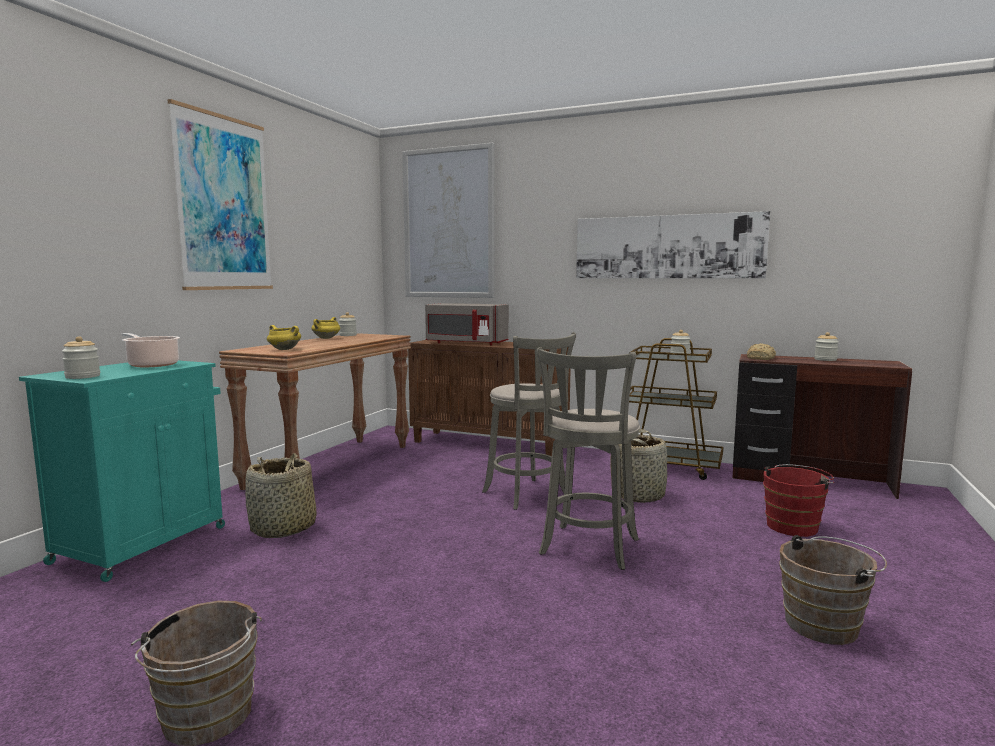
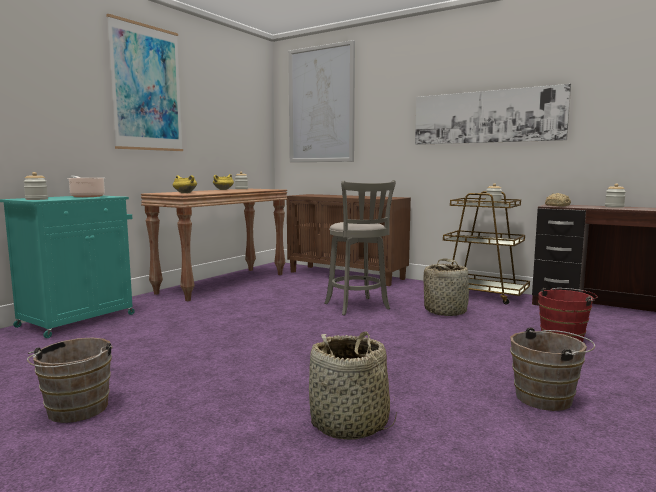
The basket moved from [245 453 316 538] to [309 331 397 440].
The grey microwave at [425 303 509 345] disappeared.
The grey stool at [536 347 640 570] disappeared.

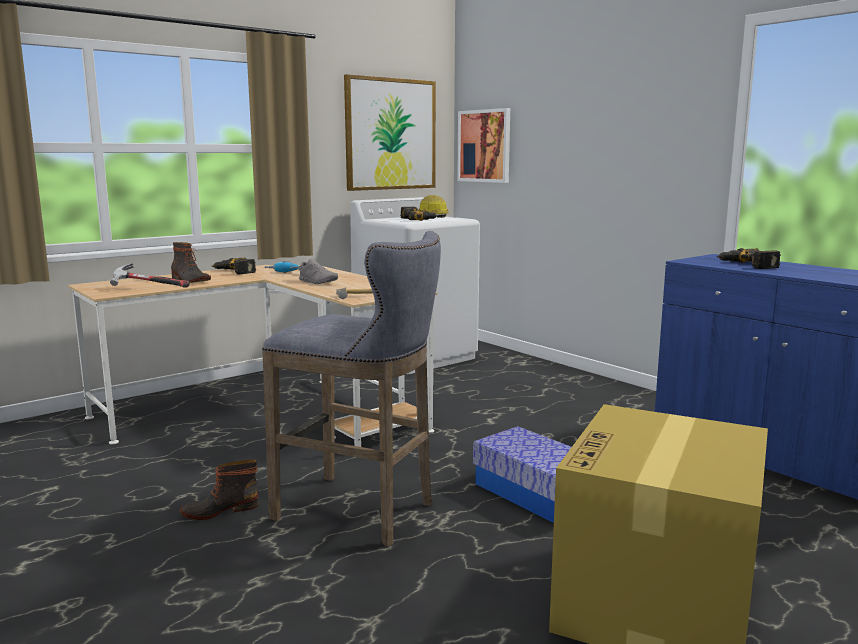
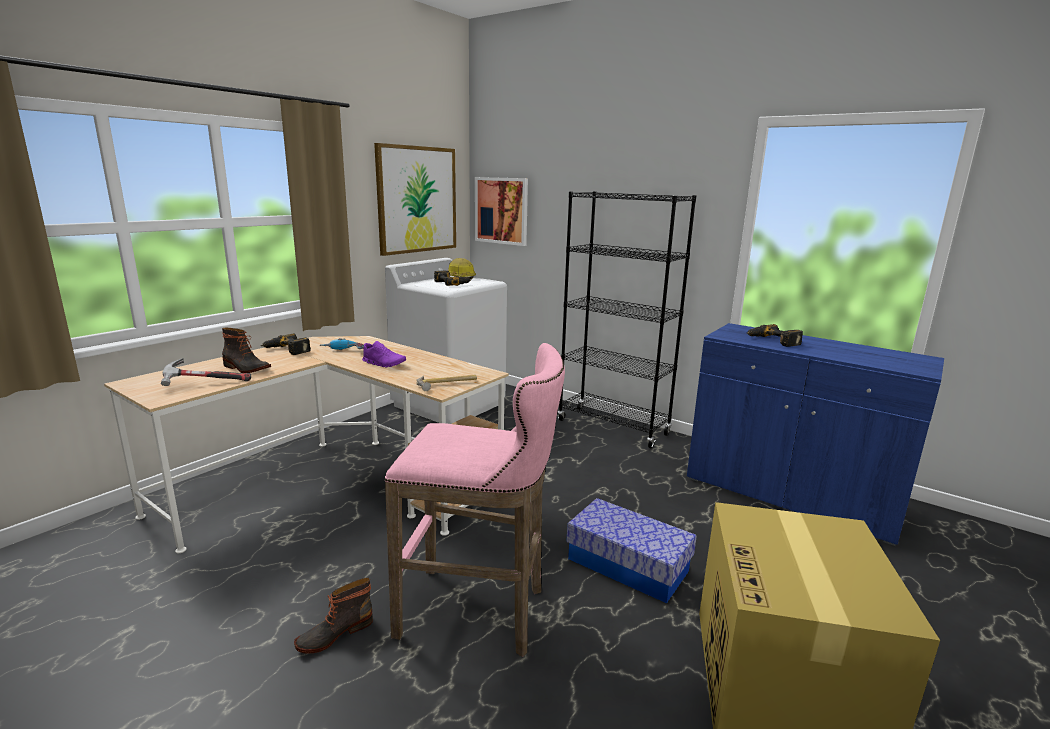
The grey shoe at [299 259 338 284] became the purple shoe at [362 341 406 368].
The grey stool at [262 231 441 547] became the pink stool at [385 343 565 657].
The black bookcase at [558 191 696 448] appeared.

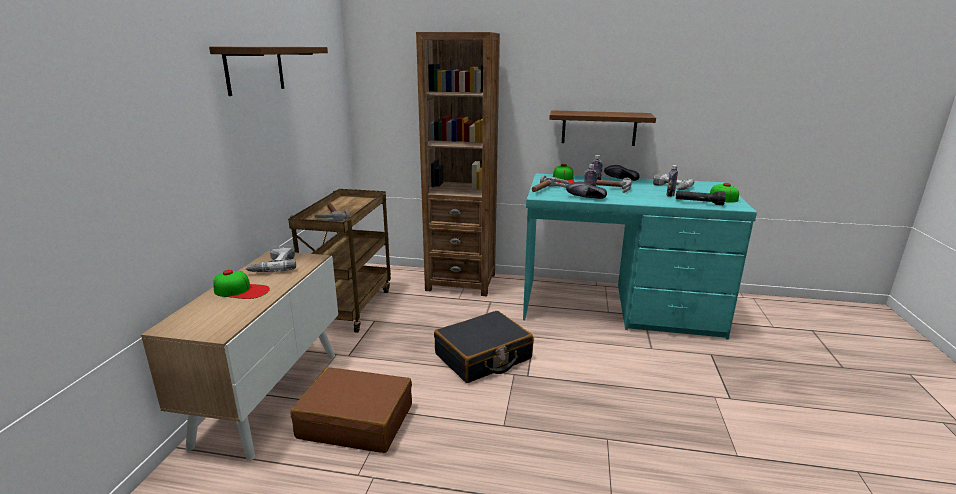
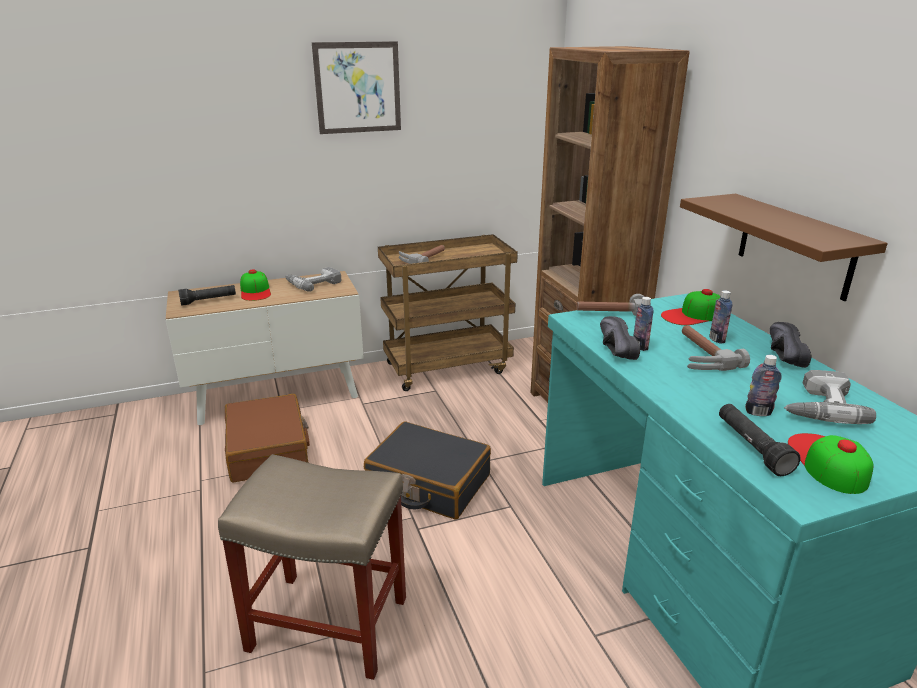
The black flashlight at [178 285 236 306] appeared.
The beige stool at [218 454 406 680] appeared.
The brown shelf at [209 47 328 96] was replaced by the picture at [312 41 401 134].

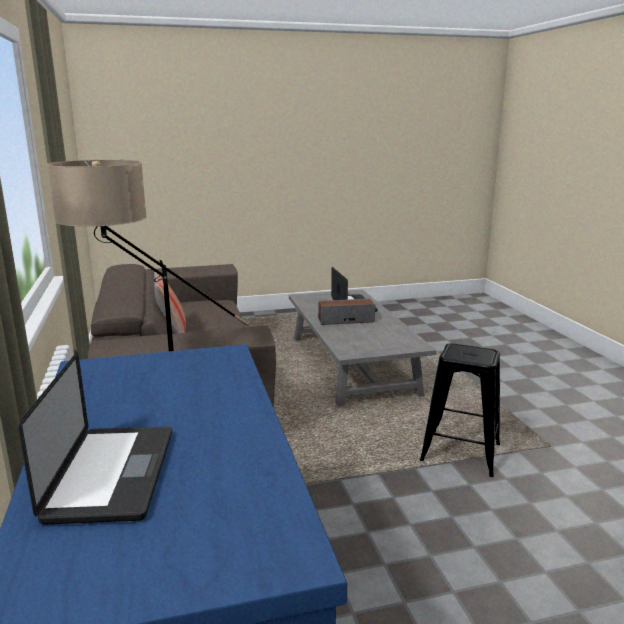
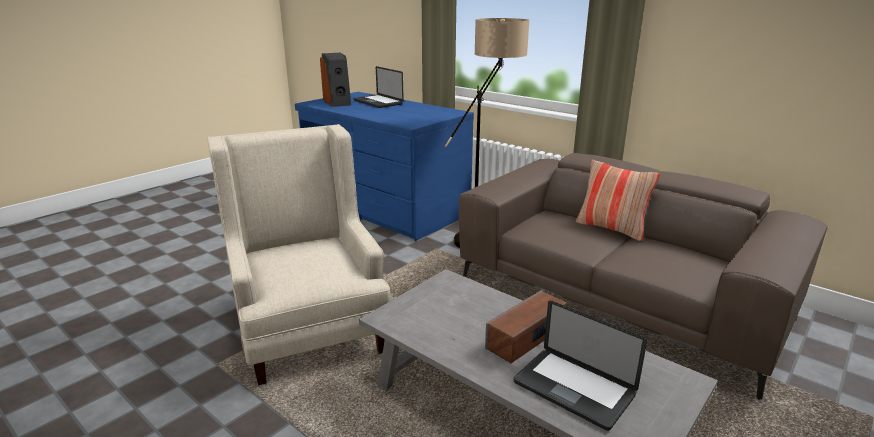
The black stool at [420 343 500 477] was replaced by the beige armchair at [207 124 391 385].
The speaker at [320 53 351 107] appeared.

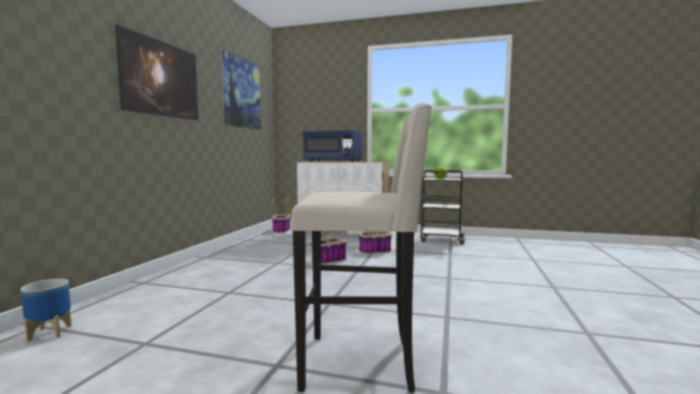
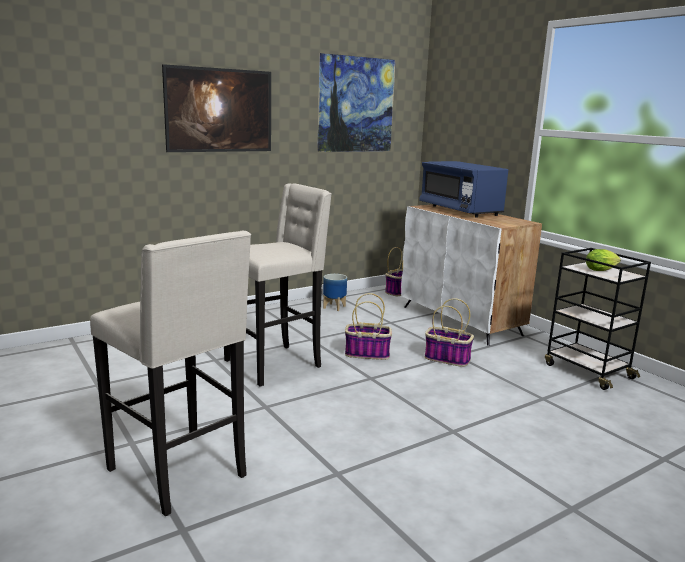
The beige stool at [224 183 332 387] appeared.
The planter moved from [21 279 71 341] to [323 274 347 311].

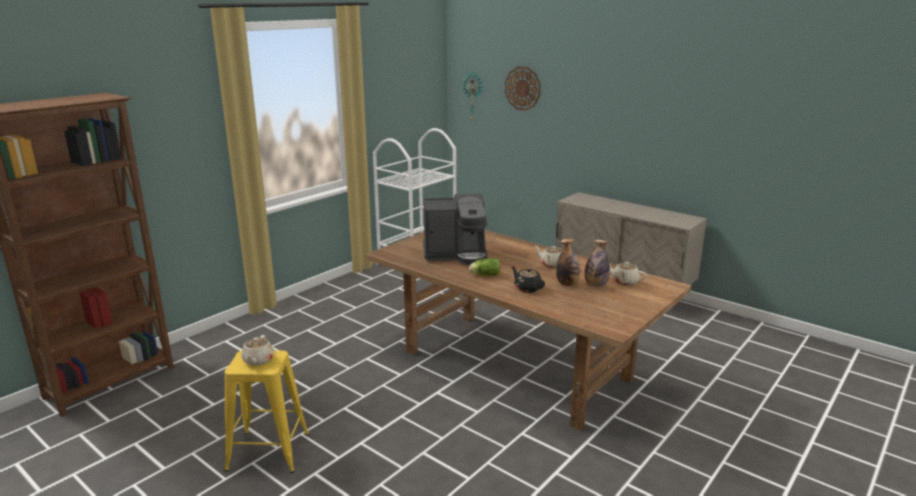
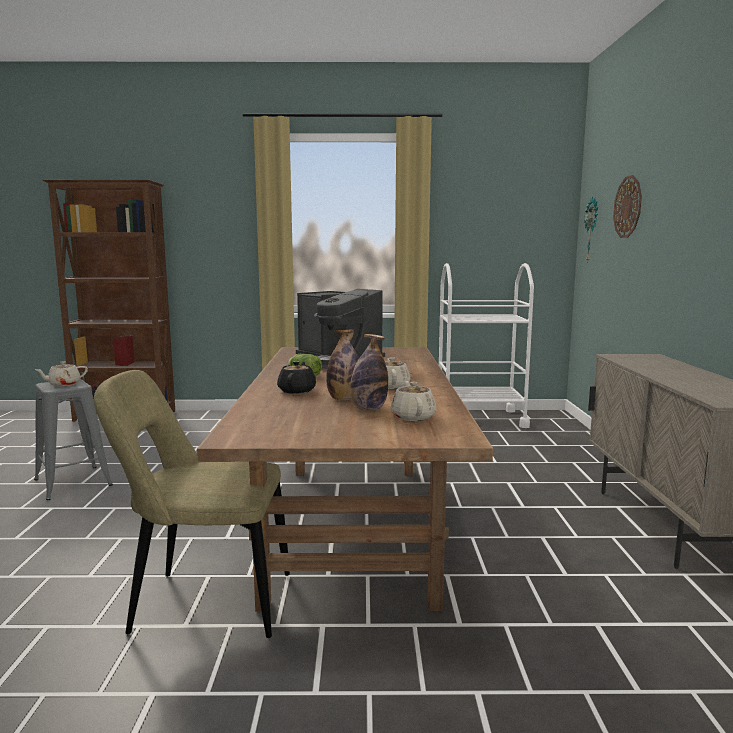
The yellow stool at [224 350 309 473] became the grey stool at [34 379 113 500].
The beige chair at [94 370 290 638] appeared.

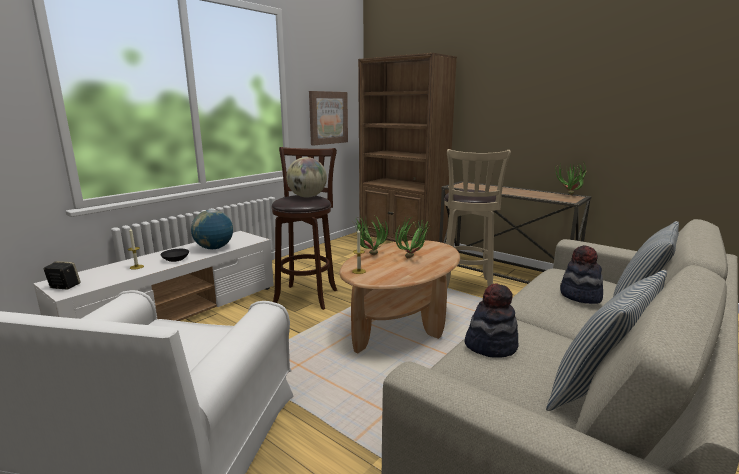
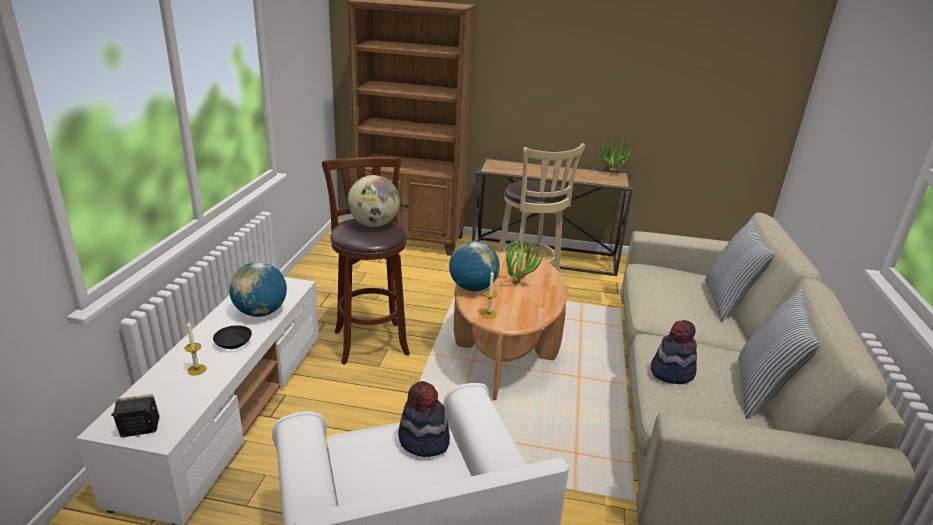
The hat moved from [560 245 603 304] to [398 381 450 457].
The potted plant at [354 216 388 255] was replaced by the globe at [449 241 500 291].
The picture at [309 91 348 146] disappeared.

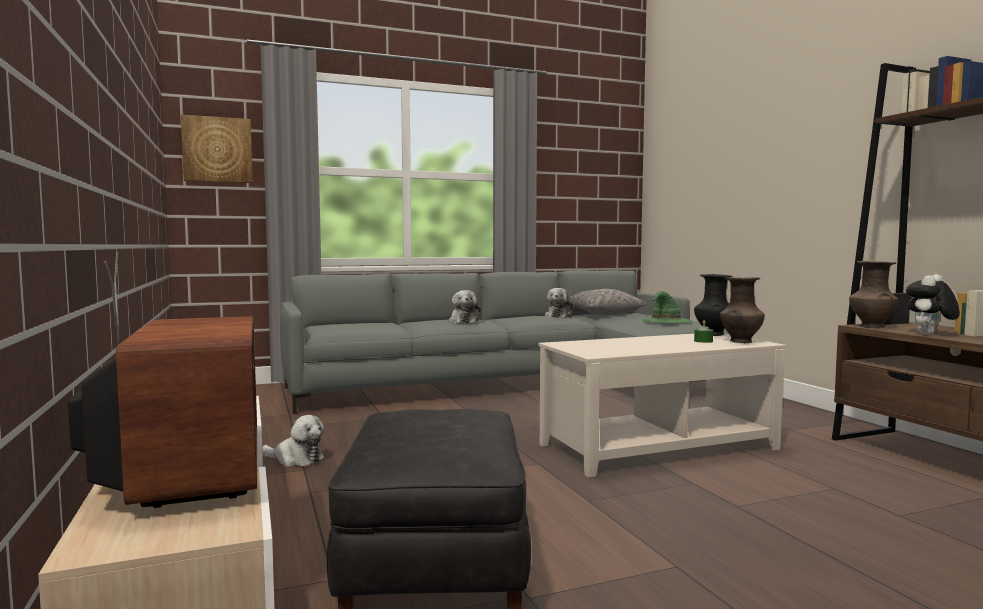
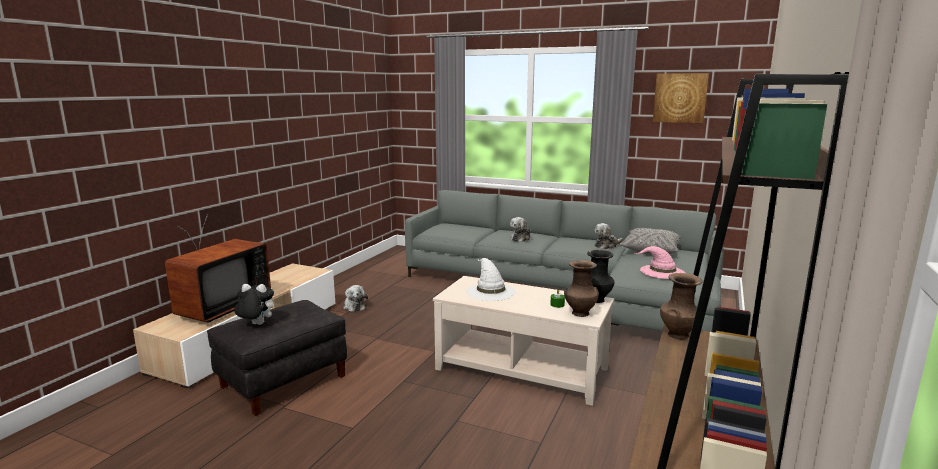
The plush toy moved from [906 274 960 334] to [234 284 274 325].
The white hat at [467 258 516 301] appeared.
The green hat at [641 291 691 323] became the pink hat at [635 246 685 279].
The picture moved from [181 115 253 183] to [653 73 709 123].

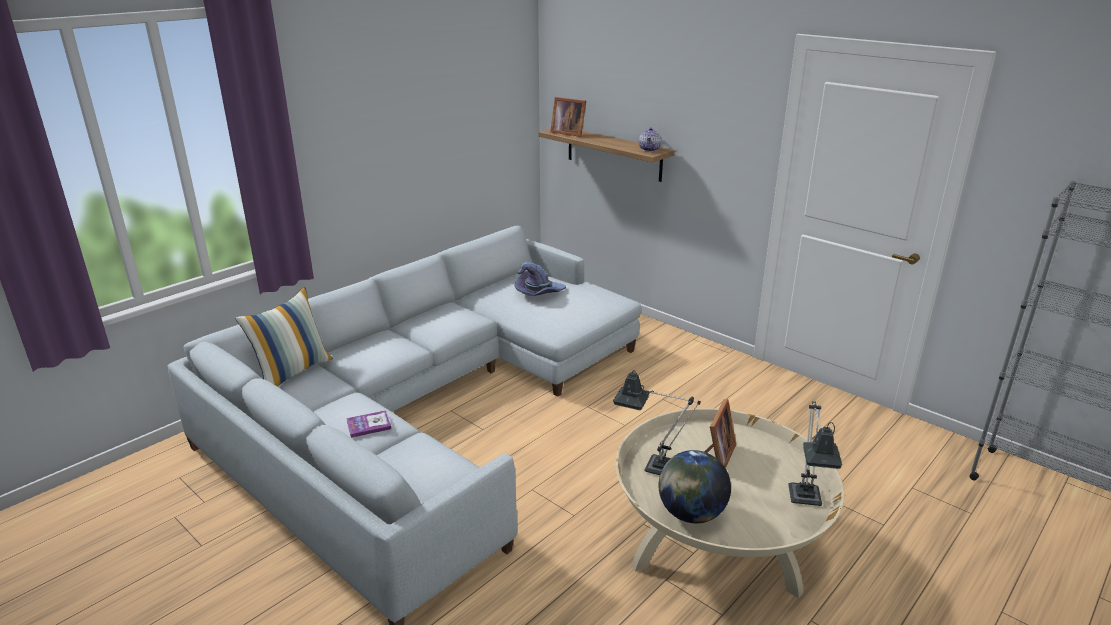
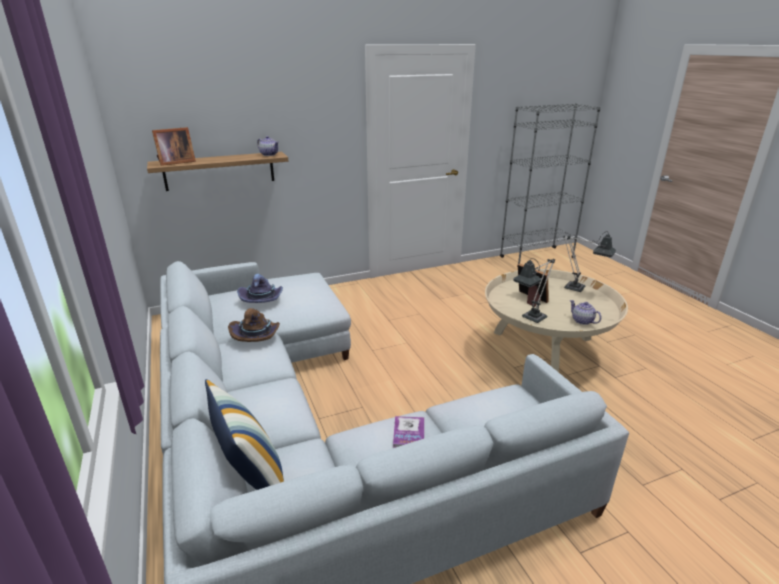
The brown hat at [228 308 280 342] appeared.
The globe at [659 450 731 523] was replaced by the teapot at [570 300 602 325].

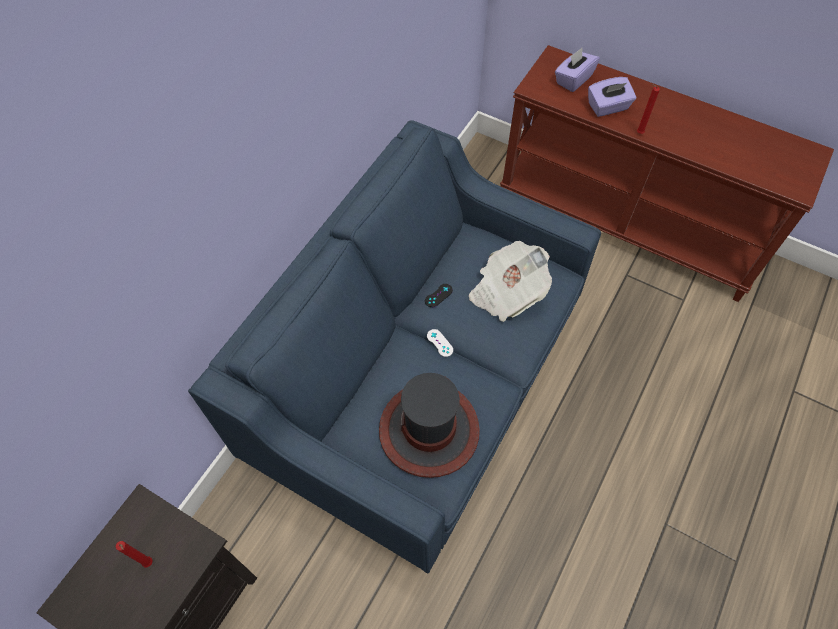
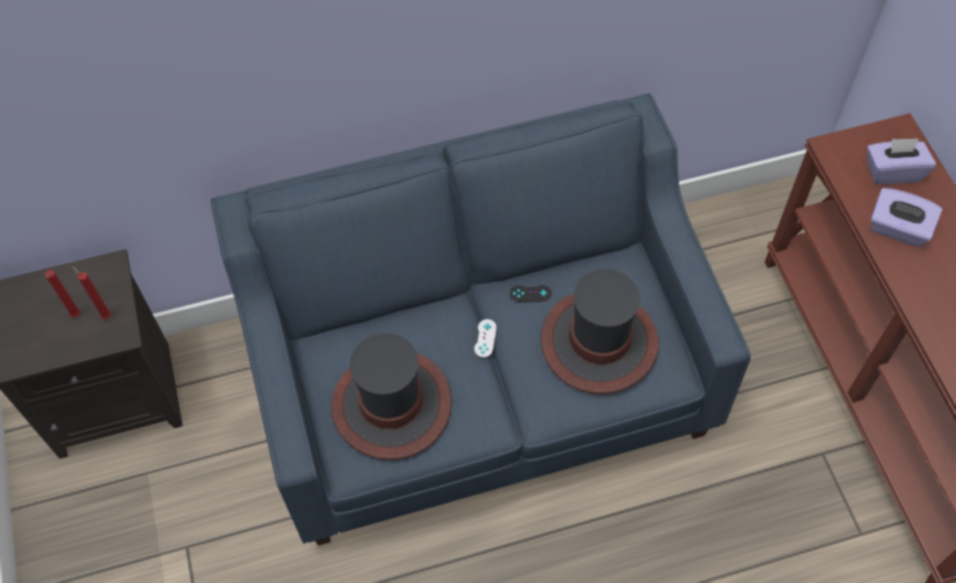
The red candle moved from [637 84 660 134] to [72 266 111 319].
The newspaper at [469 241 552 322] was replaced by the hat at [541 269 659 394].

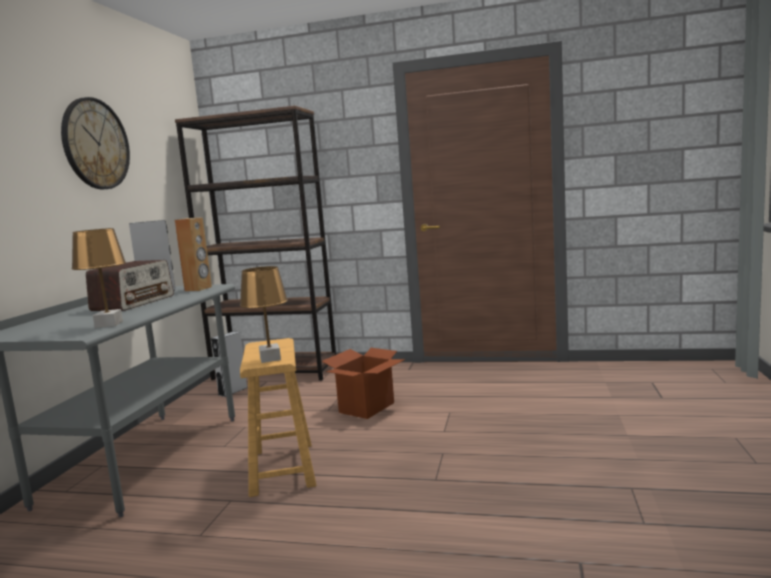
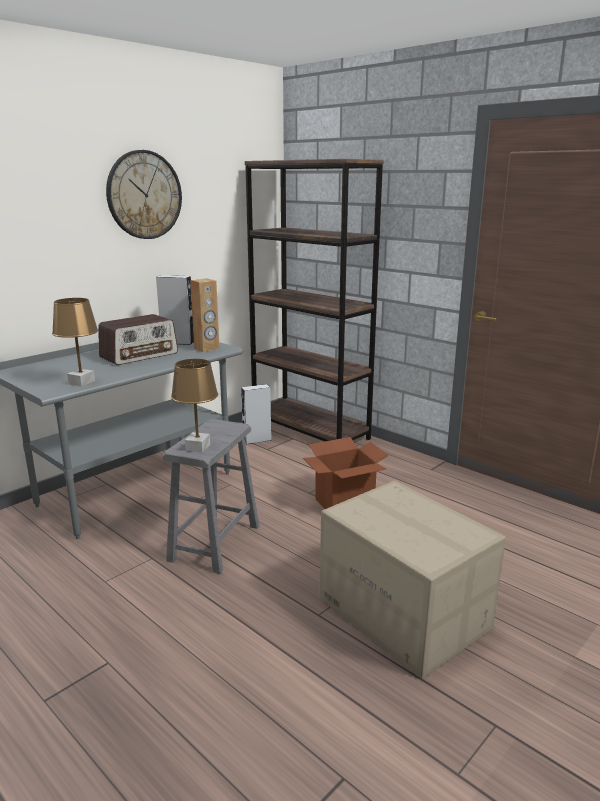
The brown stool at [240 338 316 497] became the grey stool at [163 419 259 574].
The cardboard box at [319 481 506 679] appeared.

